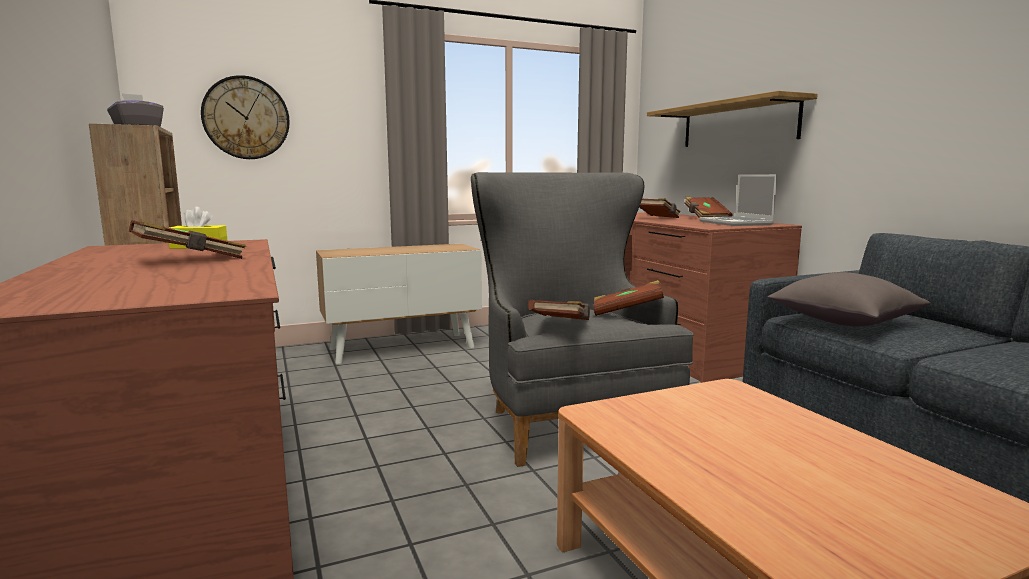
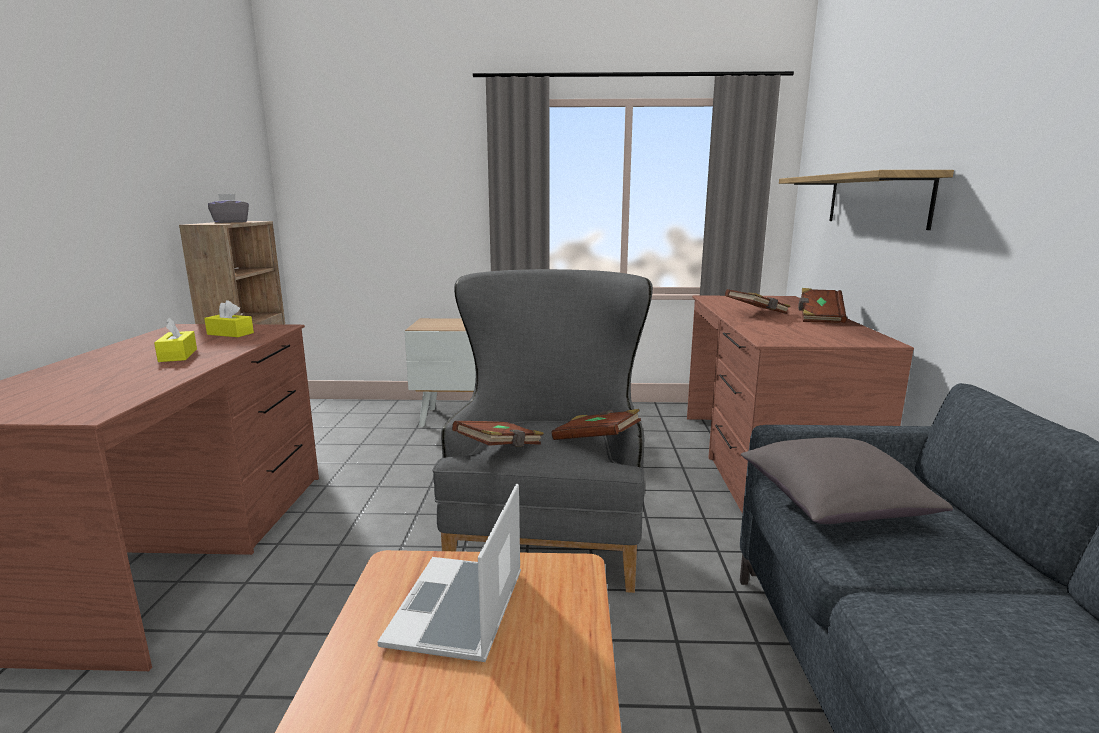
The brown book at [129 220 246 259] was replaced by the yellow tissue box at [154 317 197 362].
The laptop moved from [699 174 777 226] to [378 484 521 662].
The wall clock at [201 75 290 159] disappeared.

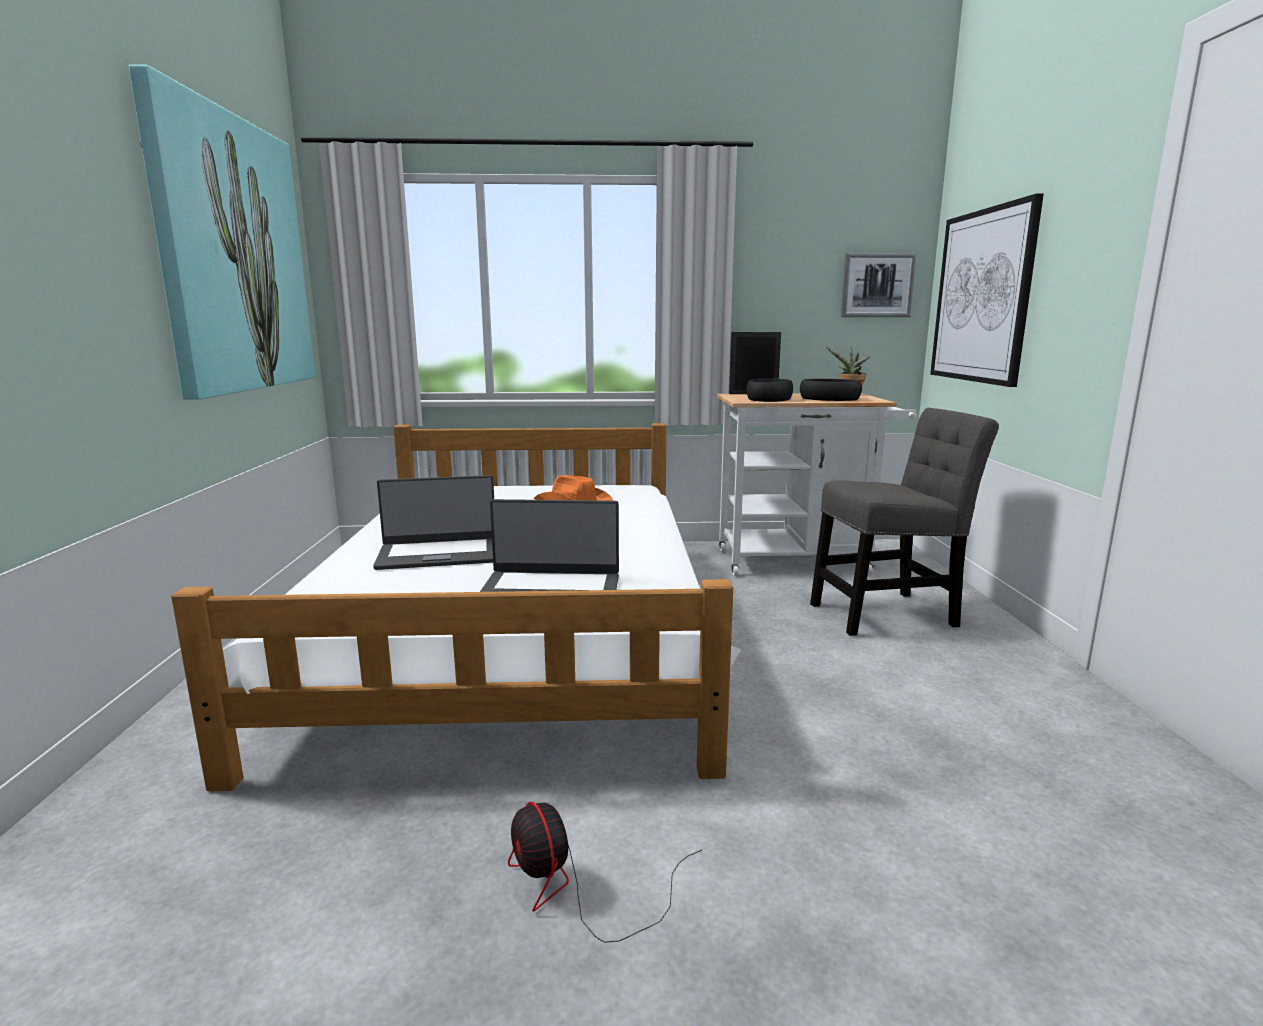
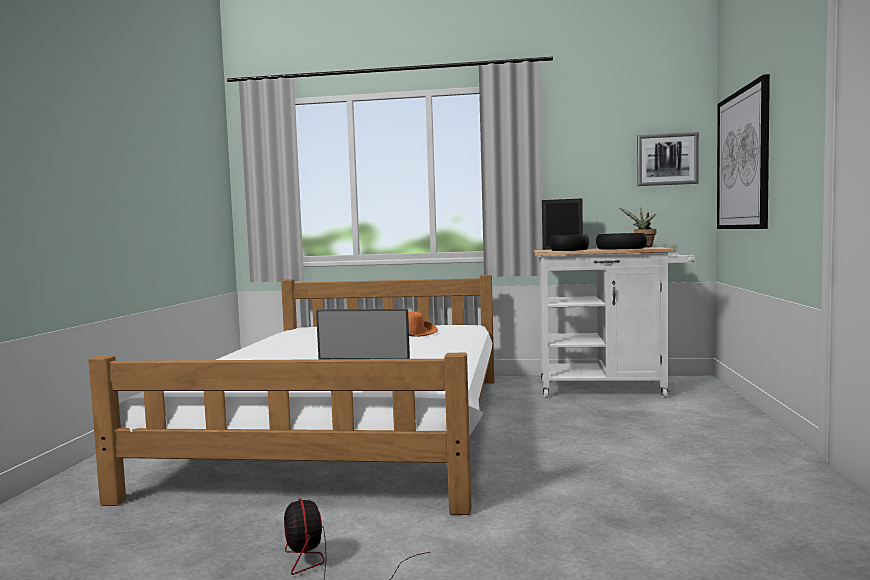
The picture at [129 64 315 400] disappeared.
The laptop at [373 475 494 570] disappeared.
The grey chair at [810 408 999 636] disappeared.

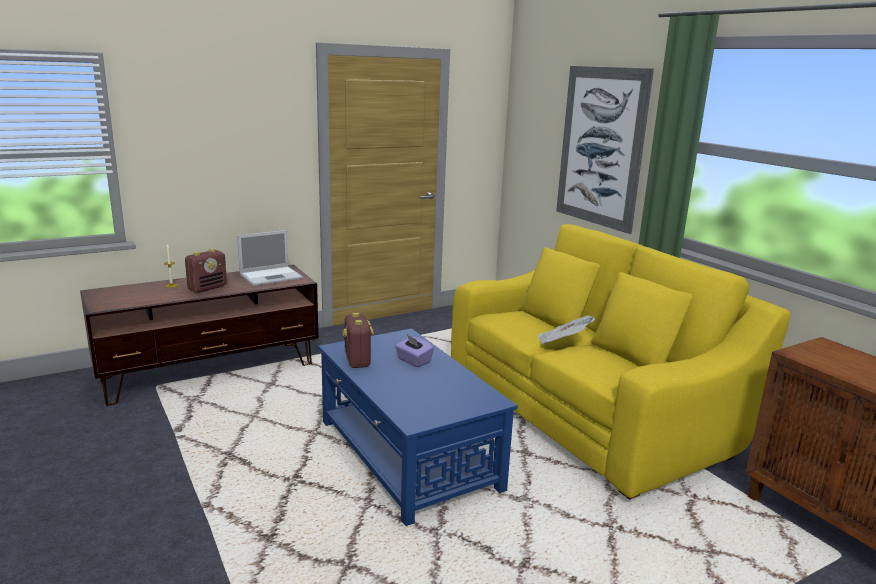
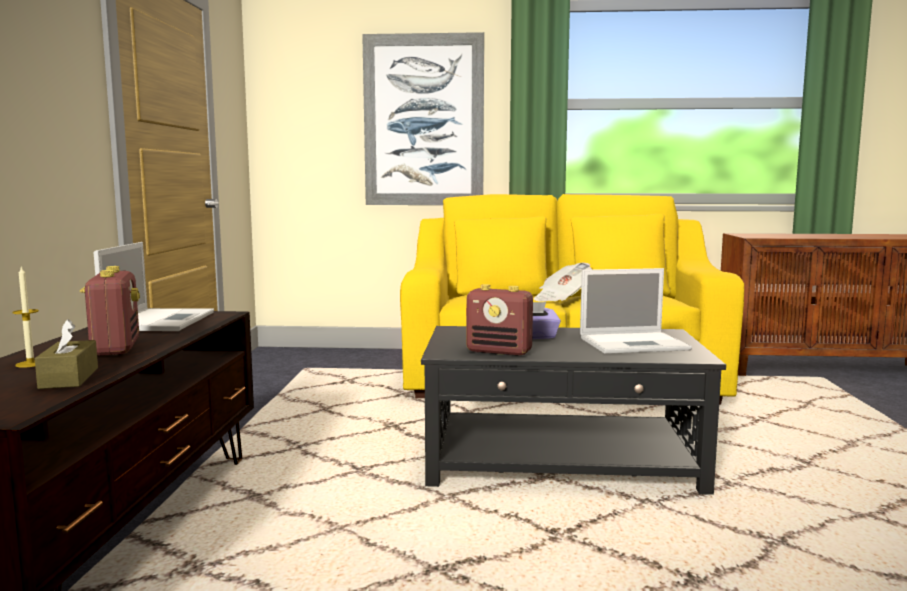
The brown tissue box at [35 319 98 389] appeared.
The blue coffee table at [318 328 518 526] became the black coffee table at [421 326 726 495].
The laptop at [580 268 692 354] appeared.

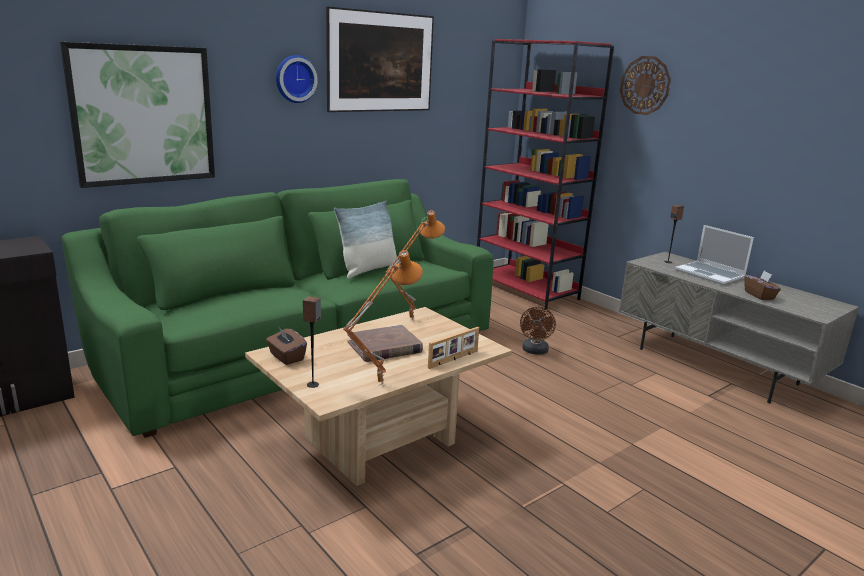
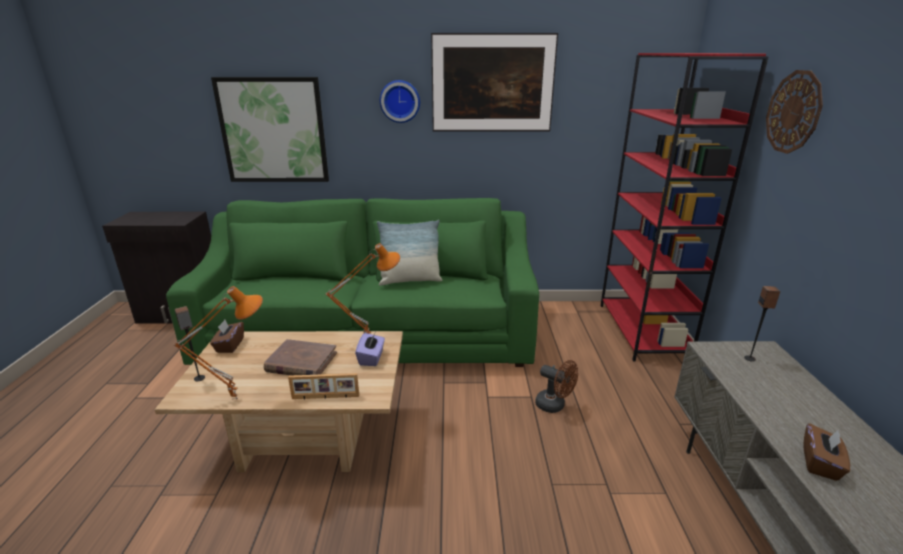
The purple tissue box at [355 333 385 366] appeared.
The brown fan at [520 307 556 355] turned 105 degrees counterclockwise.
The laptop at [675 225 754 285] disappeared.

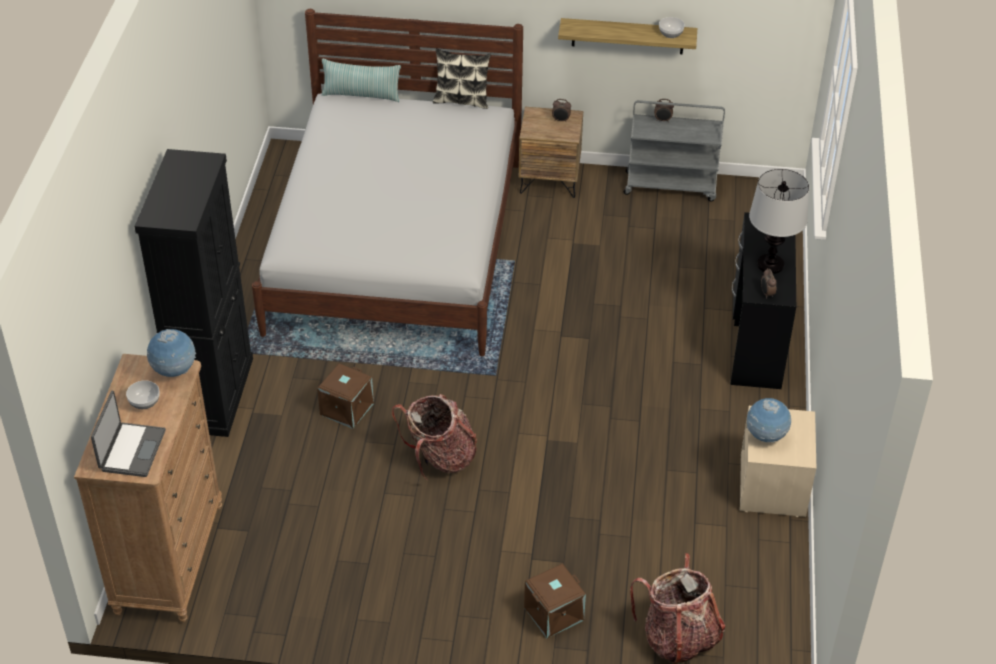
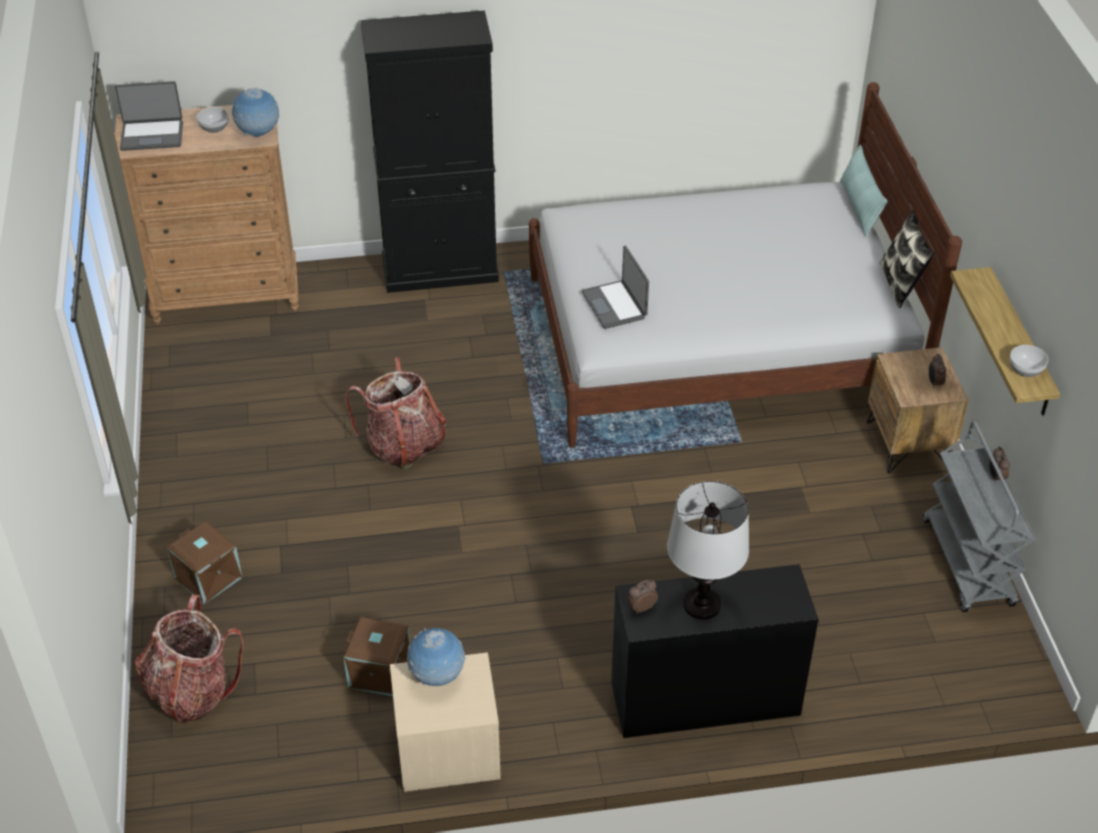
The brown storage box moved from [317 363 374 429] to [344 617 410 696].
The laptop at [582 246 649 329] appeared.

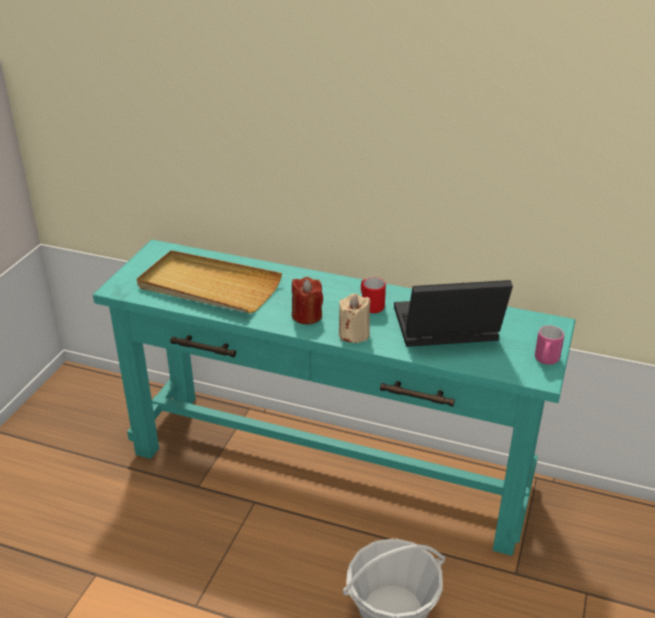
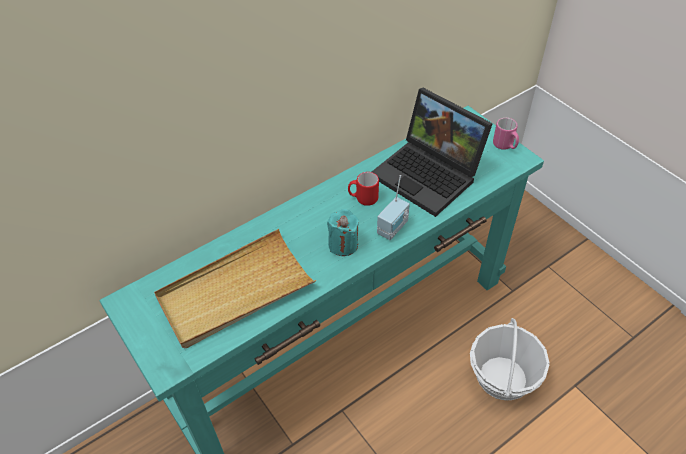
The red candle at [292 277 323 324] became the turquoise candle at [327 209 359 256].
The laptop at [394 280 513 347] turned 75 degrees counterclockwise.
The beige candle at [339 294 371 343] was replaced by the radio at [377 175 410 240].

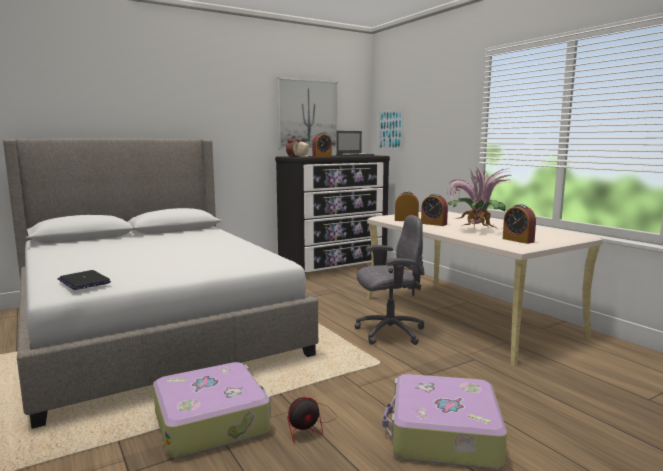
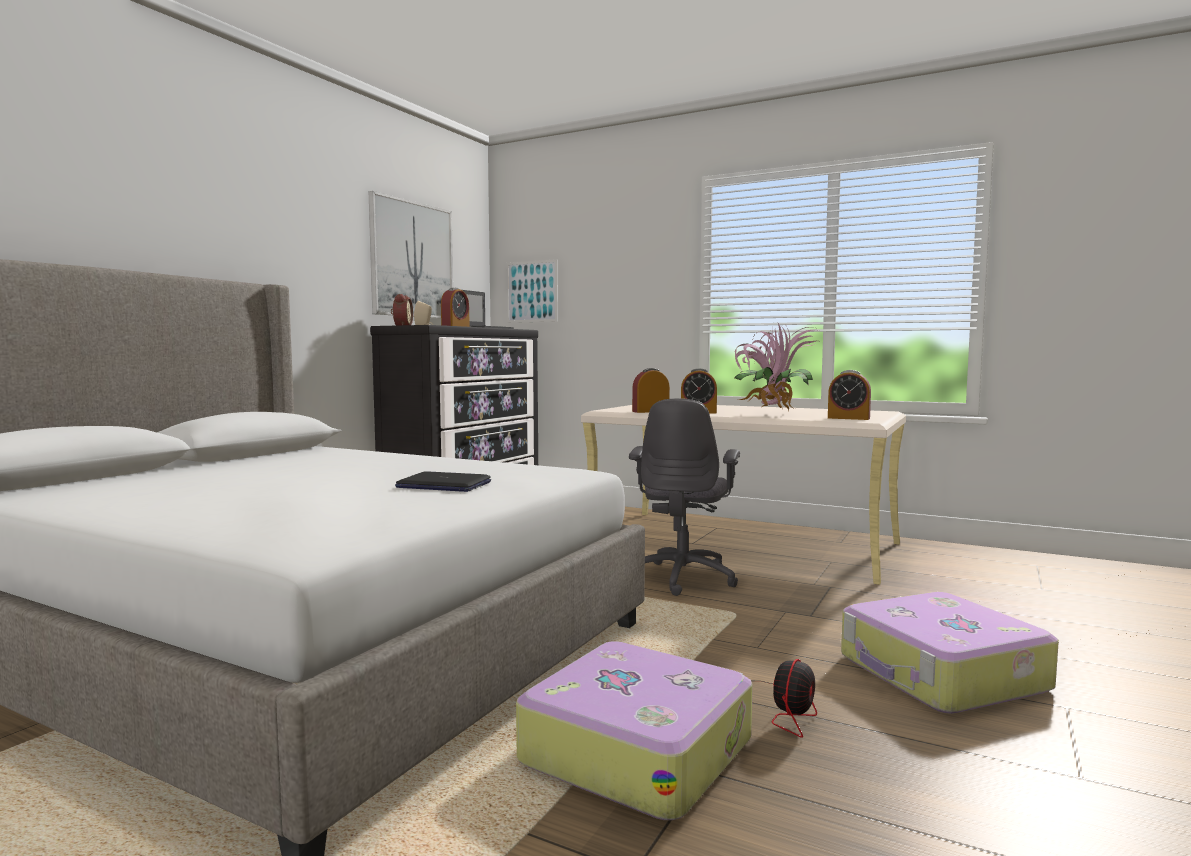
The laptop moved from [58 270 111 290] to [395 471 491 492].
The grey office chair at [355 215 425 345] turned 150 degrees clockwise.

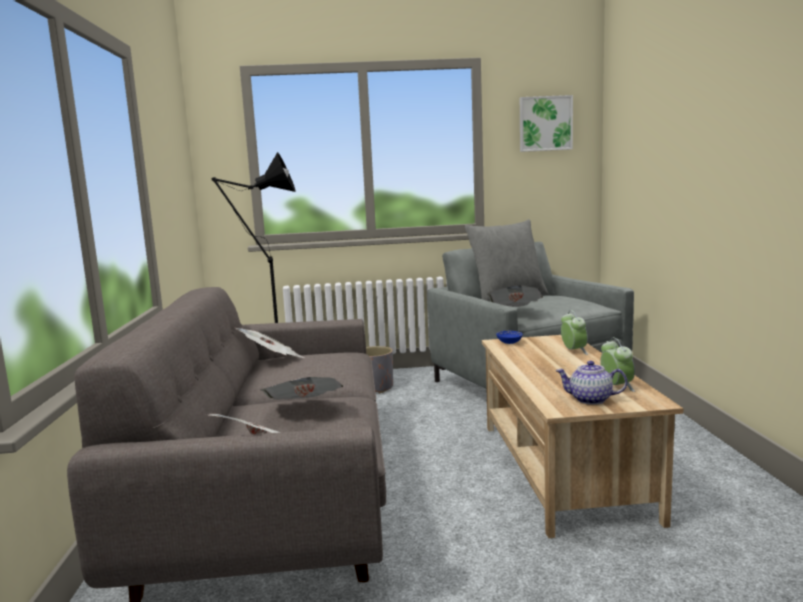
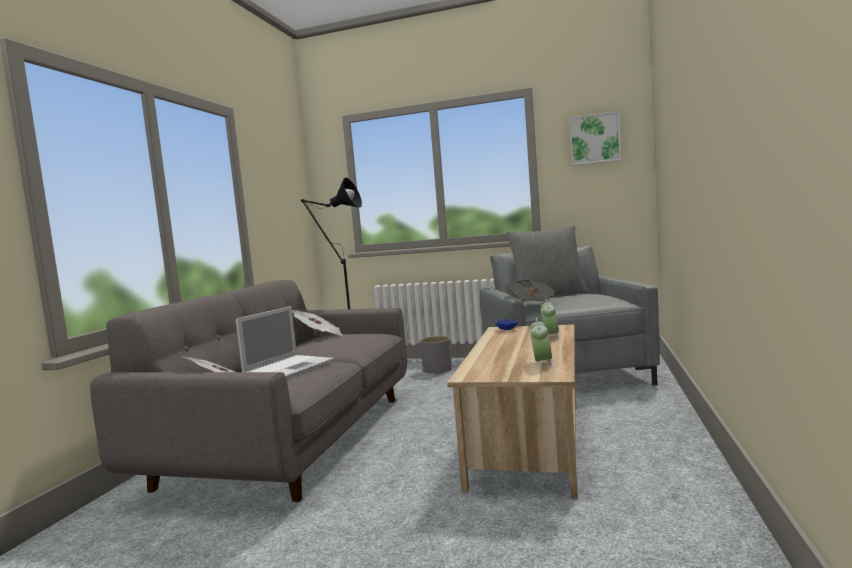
The newspaper at [261 377 344 400] was replaced by the laptop at [236 306 334 379].
The teapot at [556 361 628 405] disappeared.

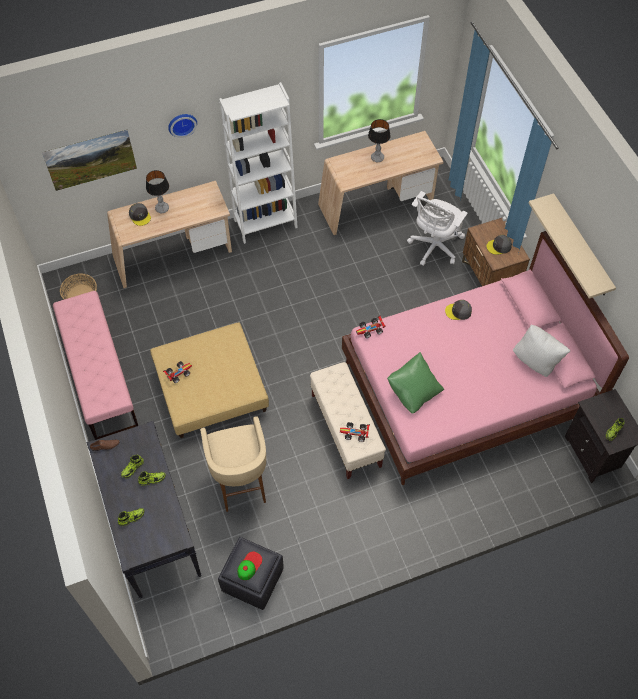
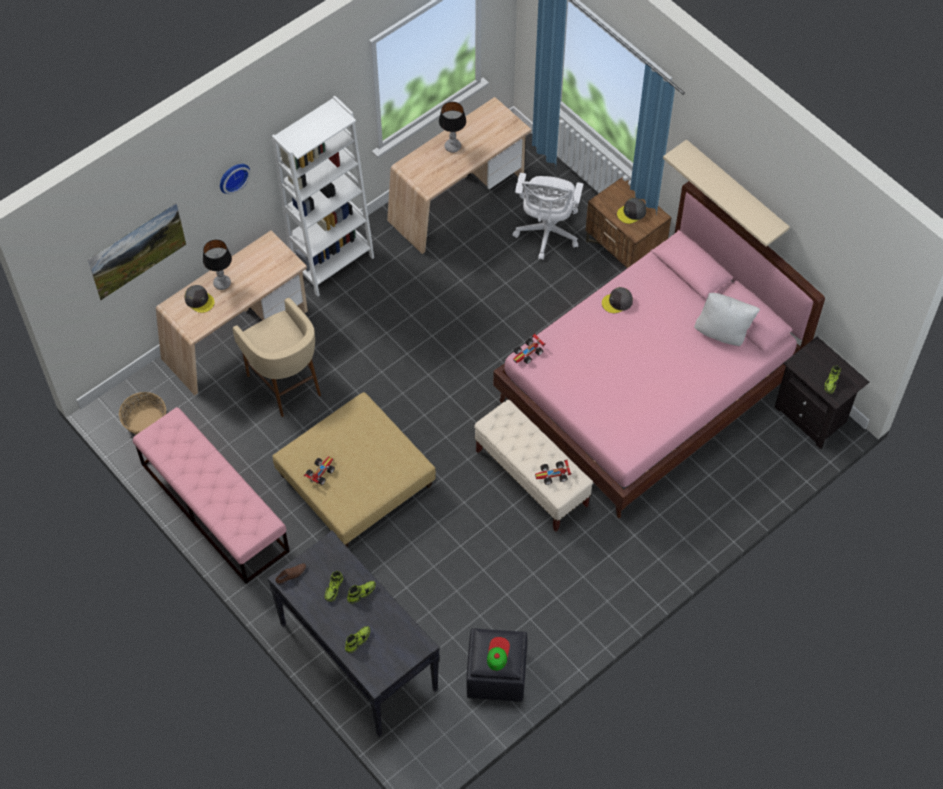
The beige stool moved from [200 416 266 512] to [232 298 321 417].
The green pillow at [387 352 444 414] disappeared.

